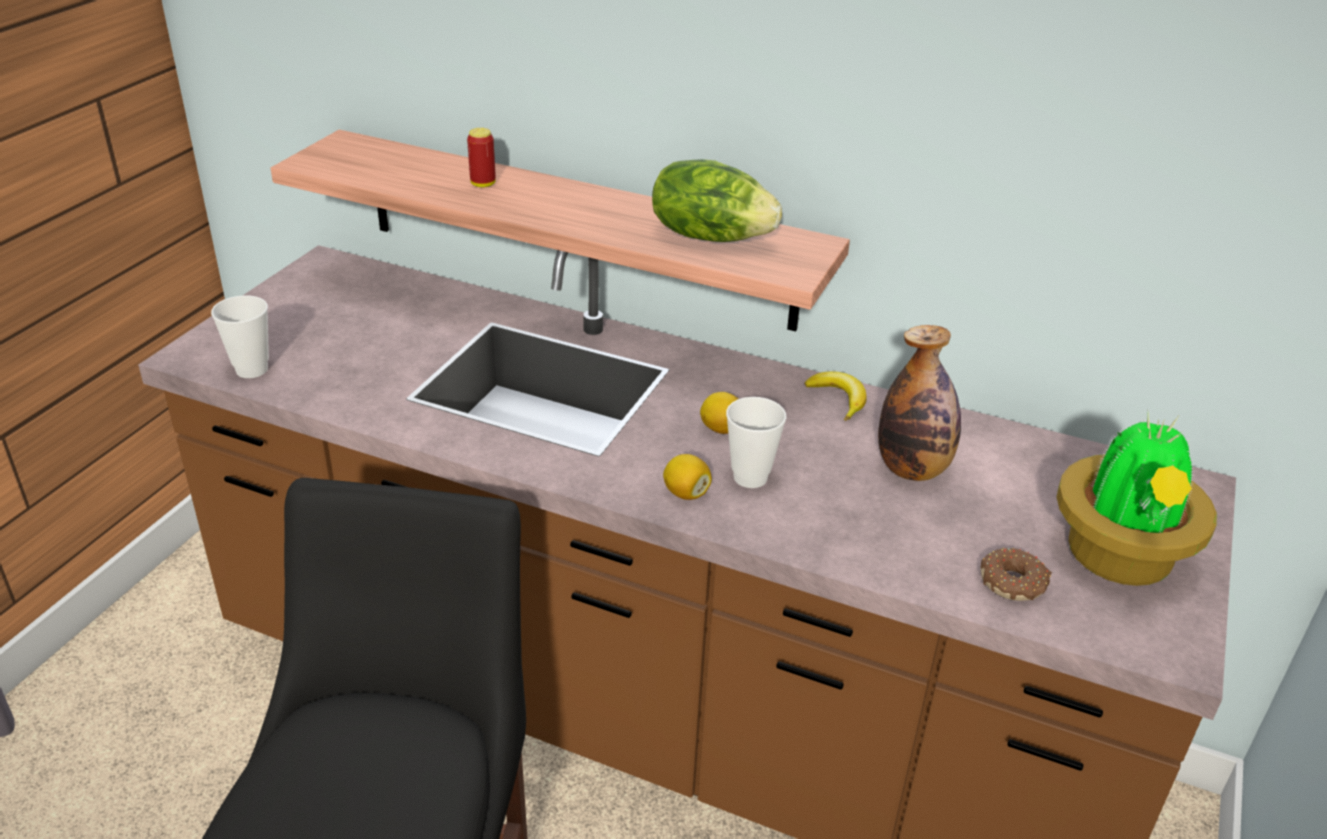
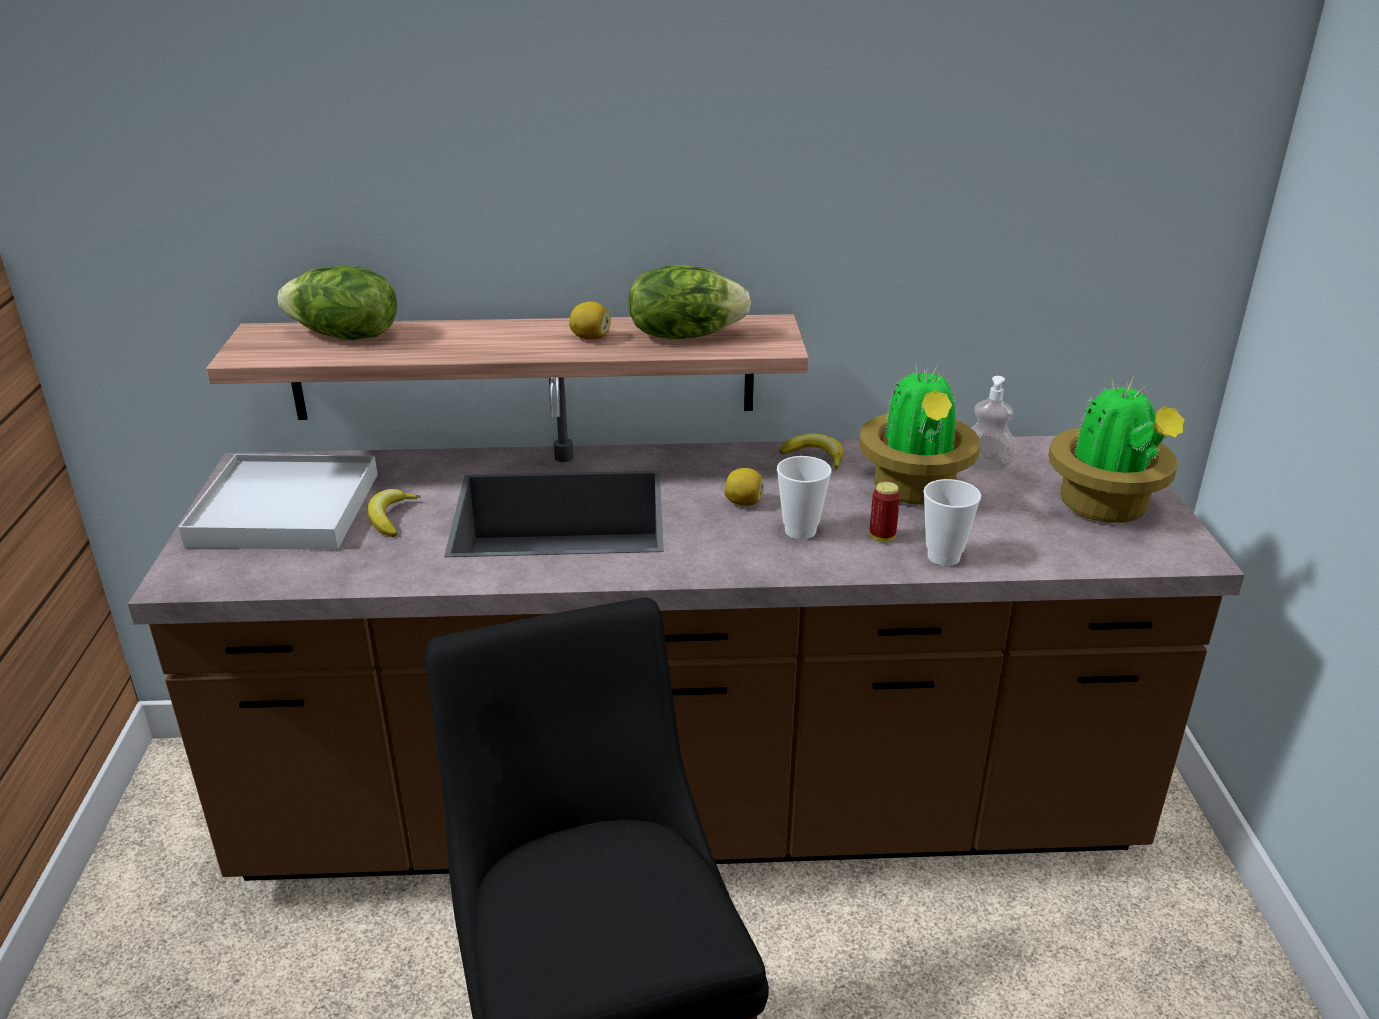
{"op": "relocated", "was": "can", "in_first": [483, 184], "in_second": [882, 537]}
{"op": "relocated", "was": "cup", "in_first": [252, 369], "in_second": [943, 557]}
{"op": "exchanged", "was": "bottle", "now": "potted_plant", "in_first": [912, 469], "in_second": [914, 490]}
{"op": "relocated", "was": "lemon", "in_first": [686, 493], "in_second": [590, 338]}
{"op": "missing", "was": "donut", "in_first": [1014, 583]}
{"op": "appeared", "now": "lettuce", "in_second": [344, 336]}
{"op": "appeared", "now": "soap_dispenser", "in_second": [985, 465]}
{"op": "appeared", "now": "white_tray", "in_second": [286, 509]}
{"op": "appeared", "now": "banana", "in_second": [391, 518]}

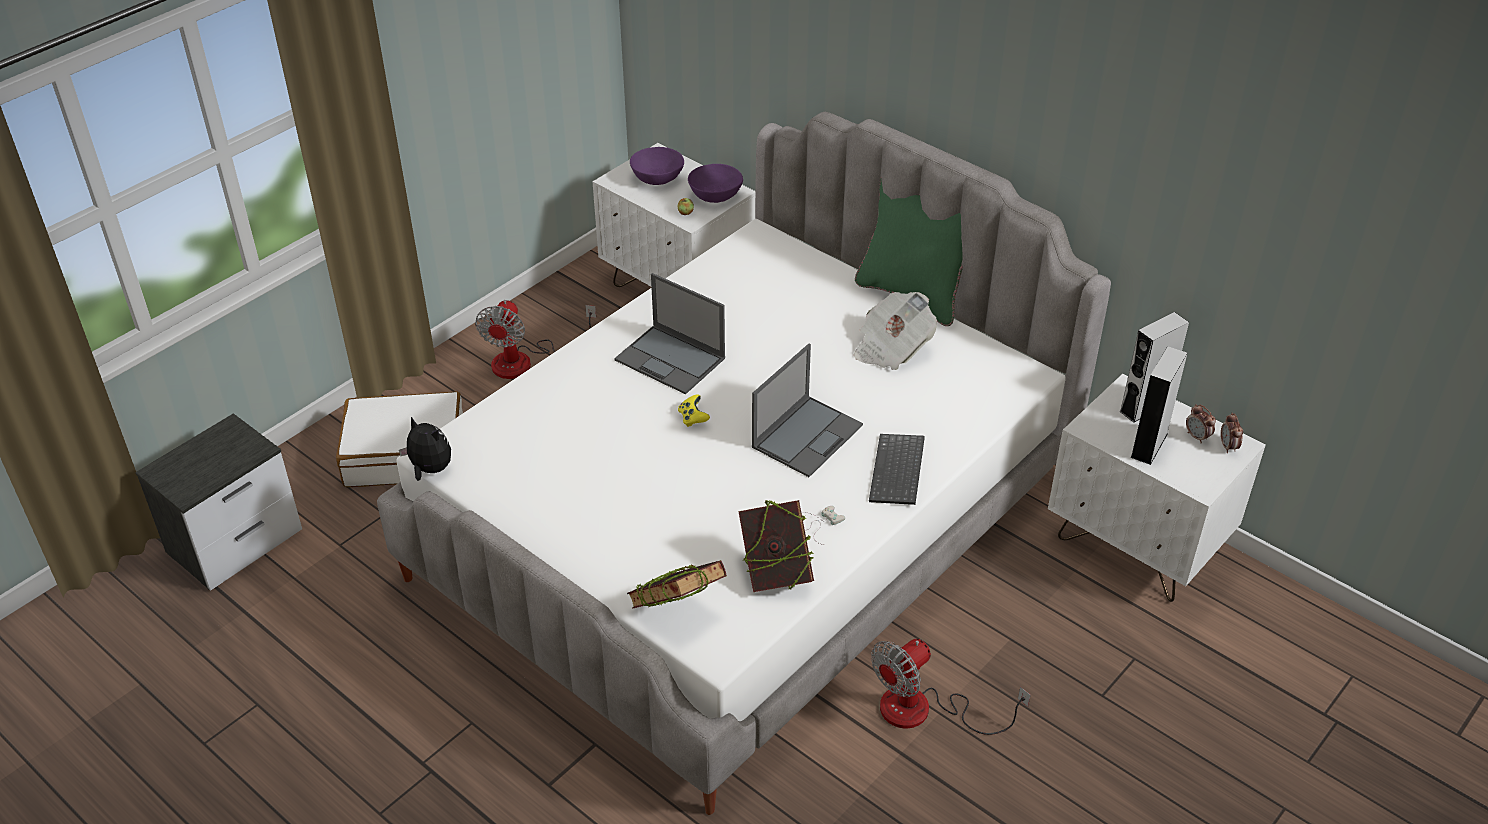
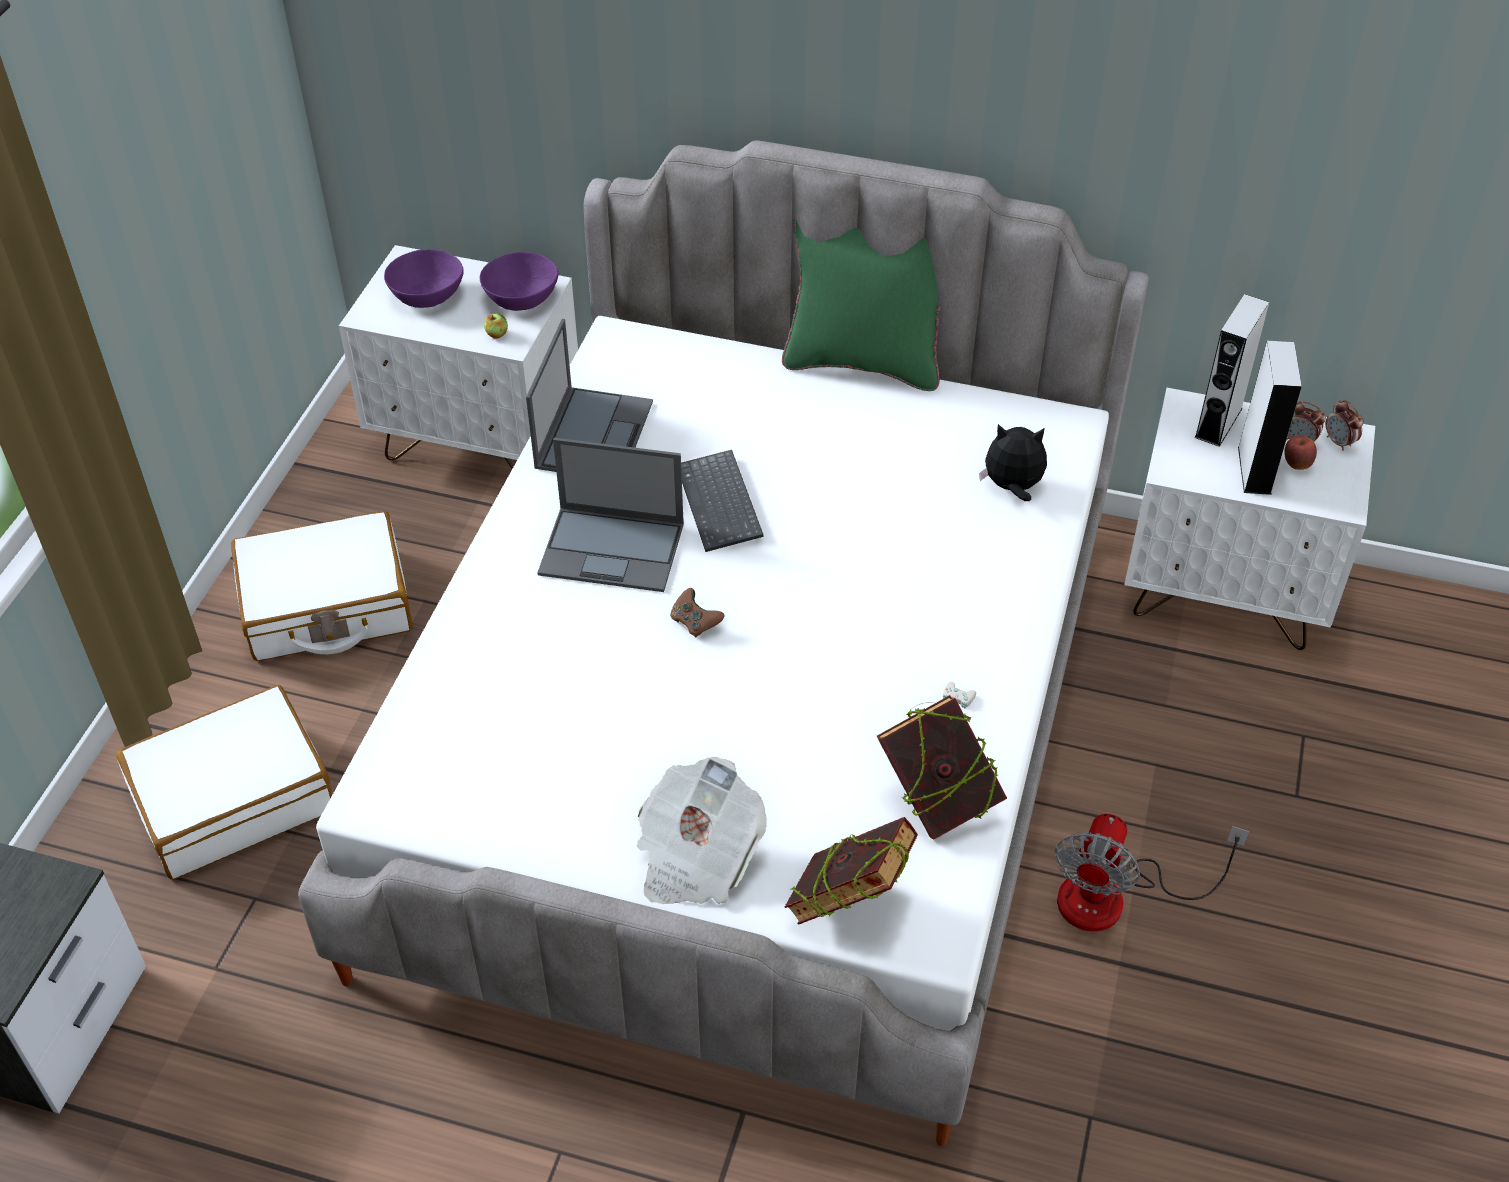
{"op": "relocated", "was": "newspaper", "in_first": [891, 348], "in_second": [696, 856]}
{"op": "exchanged", "was": "fan", "now": "white_suitcase", "in_first": [525, 361], "in_second": [326, 606]}
{"op": "relocated", "was": "laptop", "in_first": [807, 435], "in_second": [594, 433]}
{"op": "colour", "was": "yellow_game_controller", "now": "brown_game_controller", "in_first": [693, 418], "in_second": [695, 622]}
{"op": "relocated", "was": "plush_toy", "in_first": [429, 469], "in_second": [1012, 487]}
{"op": "relocated", "was": "keyboard", "in_first": [898, 472], "in_second": [722, 504]}
{"op": "appeared", "now": "apple", "in_second": [1296, 464]}

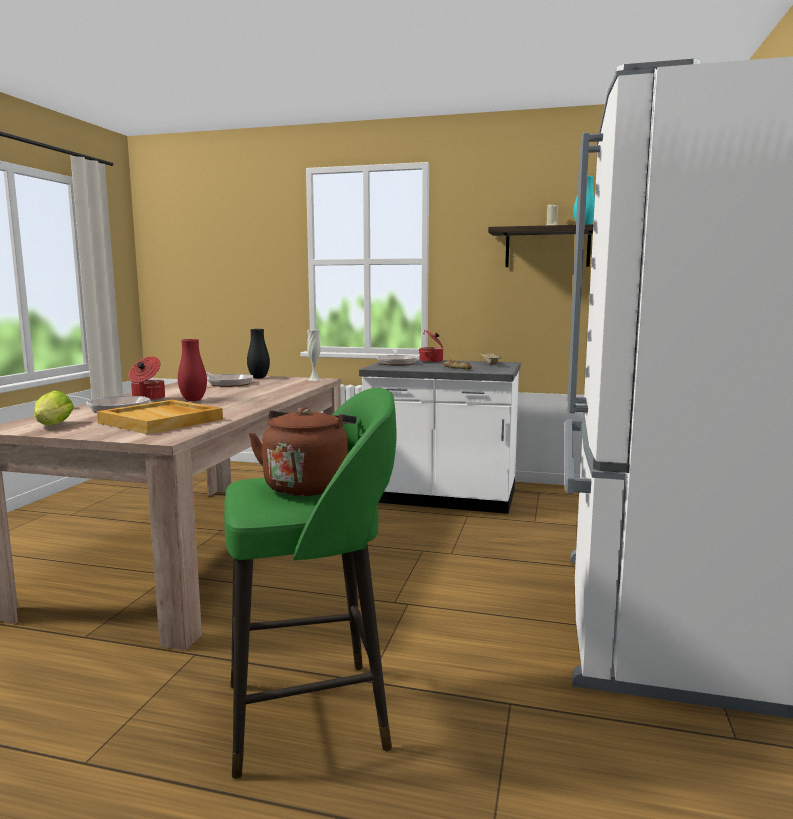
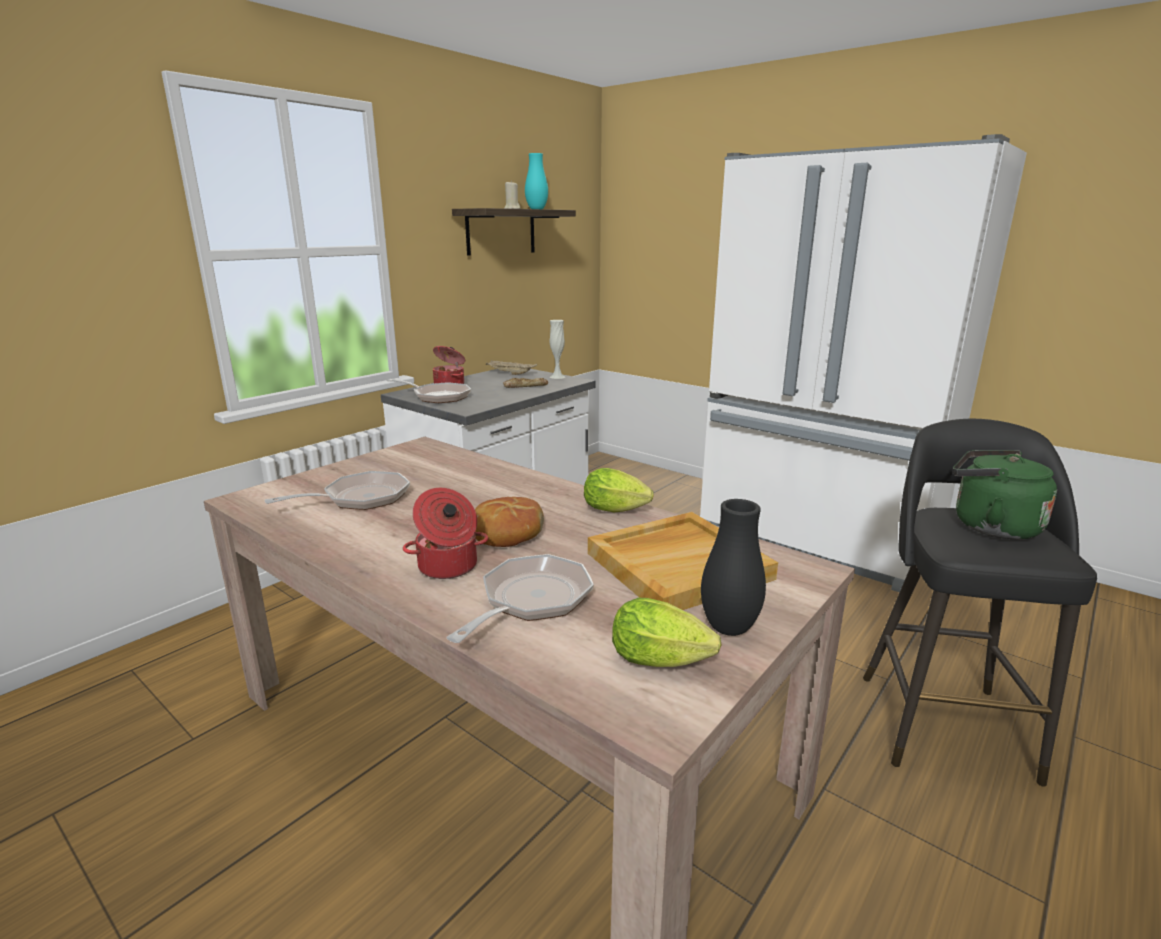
{"op": "relocated", "was": "black_vase", "in_first": [259, 377], "in_second": [729, 628]}
{"op": "relocated", "was": "white_vase", "in_first": [314, 379], "in_second": [557, 377]}
{"op": "exchanged", "was": "red_vase", "now": "bread", "in_first": [193, 400], "in_second": [507, 533]}
{"op": "colour", "was": "green_stool", "now": "black_stool", "in_first": [312, 715], "in_second": [943, 722]}
{"op": "colour", "was": "brown_kettle", "now": "green_kettle", "in_first": [307, 486], "in_second": [989, 526]}
{"op": "appeared", "now": "lettuce", "in_second": [618, 510]}

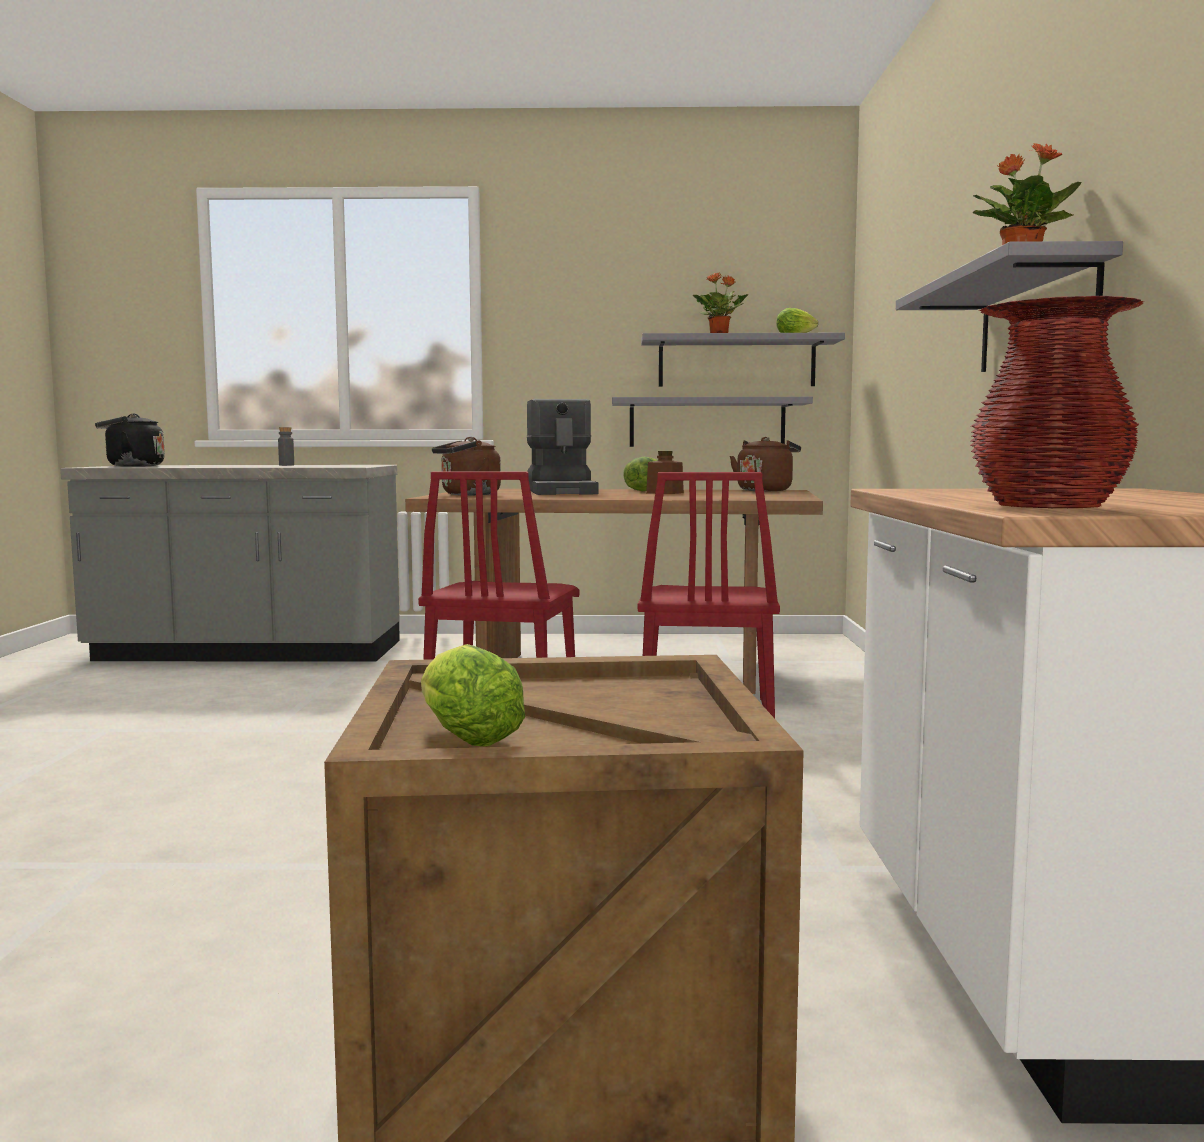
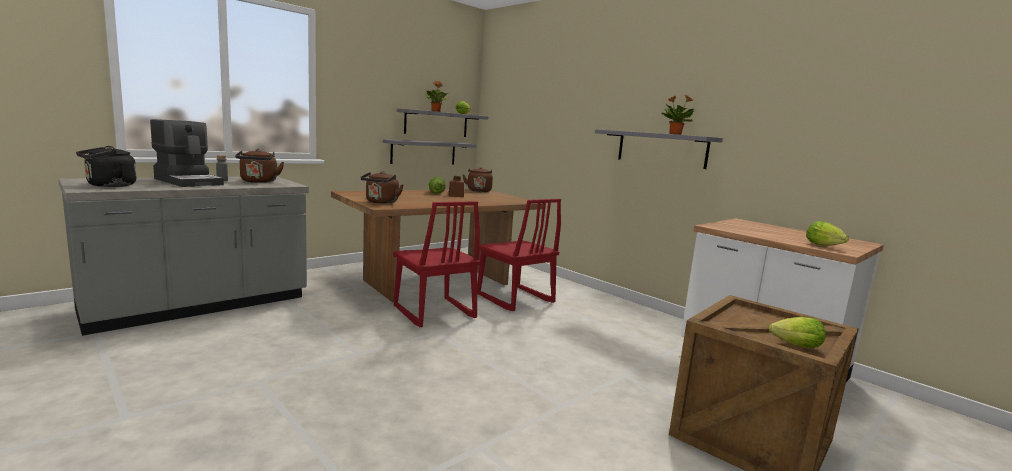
{"op": "exchanged", "was": "red_vase", "now": "lettuce", "in_first": [1048, 507], "in_second": [825, 246]}
{"op": "relocated", "was": "coffee_machine", "in_first": [562, 492], "in_second": [189, 181]}
{"op": "appeared", "now": "brown_kettle", "in_second": [258, 182]}

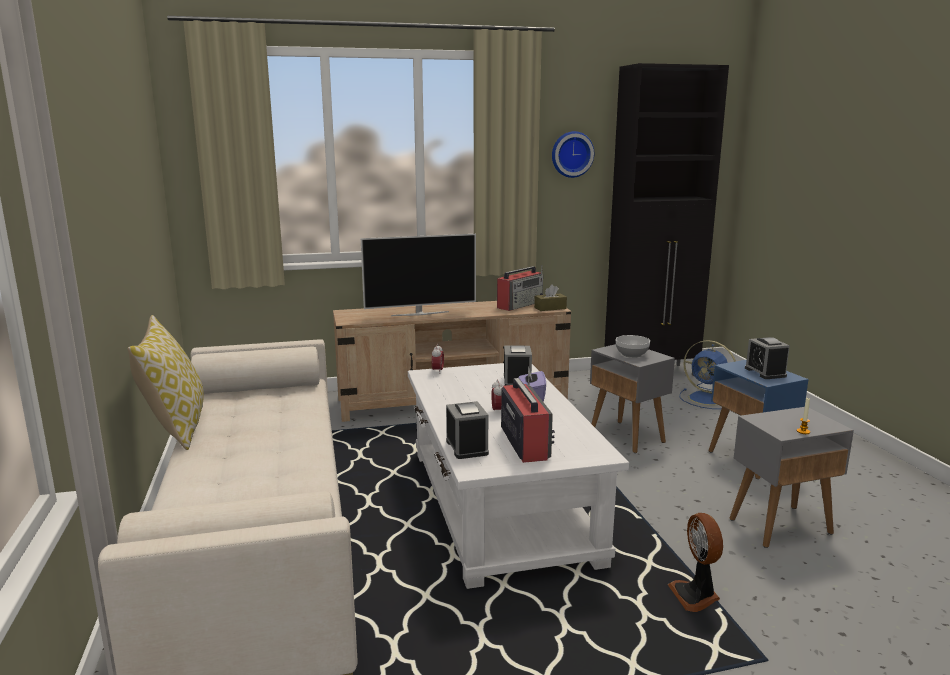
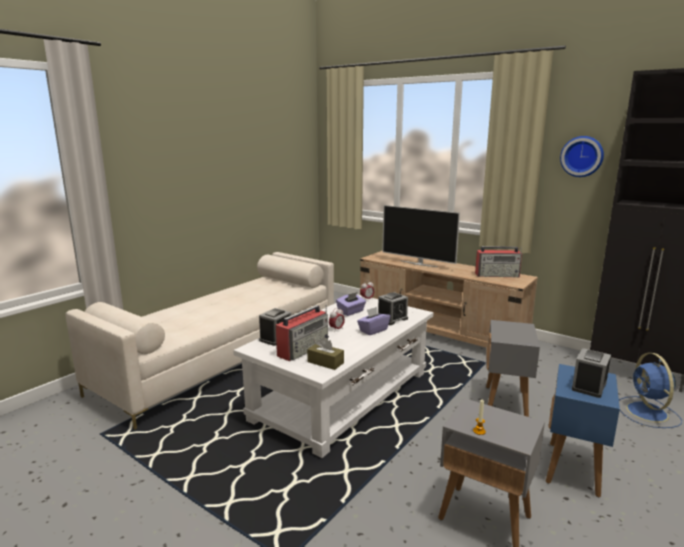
{"op": "relocated", "was": "brown_tissue_box", "in_first": [550, 308], "in_second": [325, 362]}
{"op": "missing", "was": "pillow", "in_first": [175, 428]}
{"op": "missing", "was": "bowl", "in_first": [632, 354]}
{"op": "missing", "was": "fan", "in_first": [695, 596]}
{"op": "appeared", "now": "purple_tissue_box", "in_second": [351, 312]}

